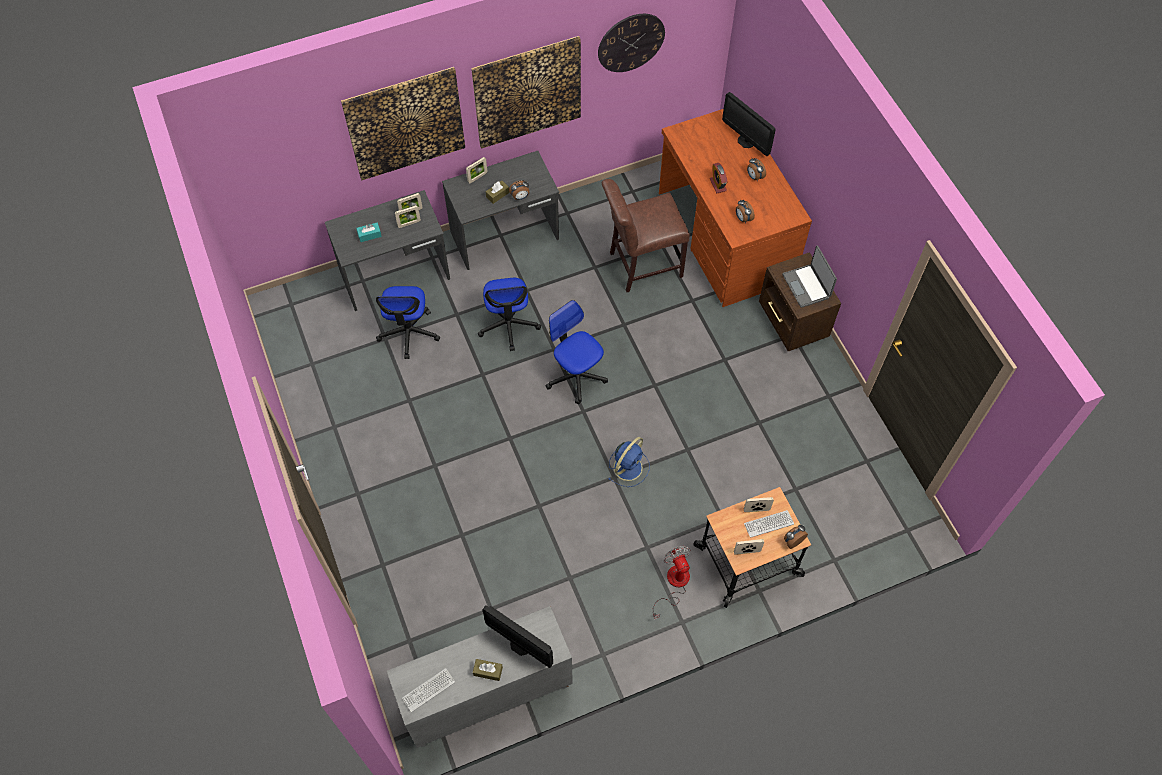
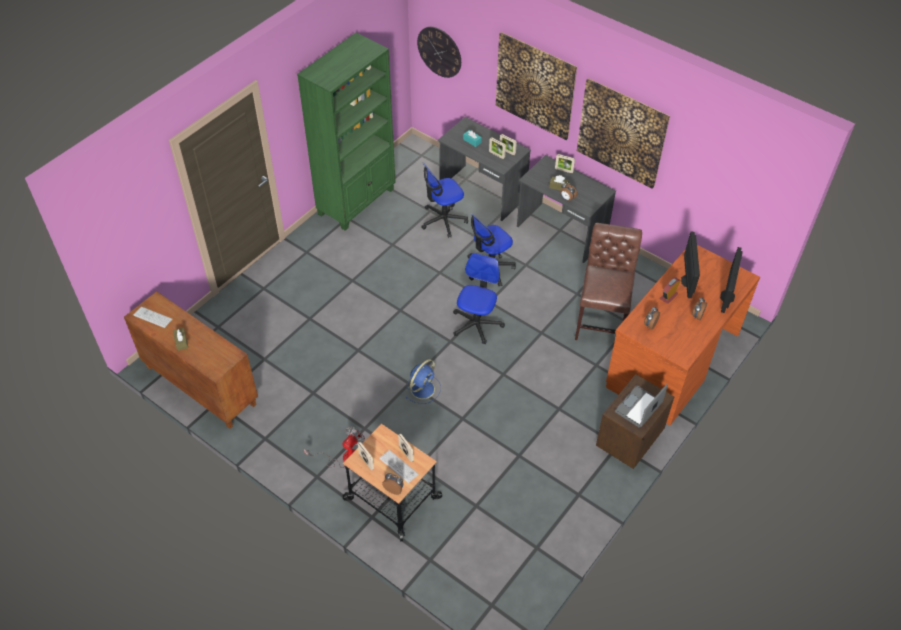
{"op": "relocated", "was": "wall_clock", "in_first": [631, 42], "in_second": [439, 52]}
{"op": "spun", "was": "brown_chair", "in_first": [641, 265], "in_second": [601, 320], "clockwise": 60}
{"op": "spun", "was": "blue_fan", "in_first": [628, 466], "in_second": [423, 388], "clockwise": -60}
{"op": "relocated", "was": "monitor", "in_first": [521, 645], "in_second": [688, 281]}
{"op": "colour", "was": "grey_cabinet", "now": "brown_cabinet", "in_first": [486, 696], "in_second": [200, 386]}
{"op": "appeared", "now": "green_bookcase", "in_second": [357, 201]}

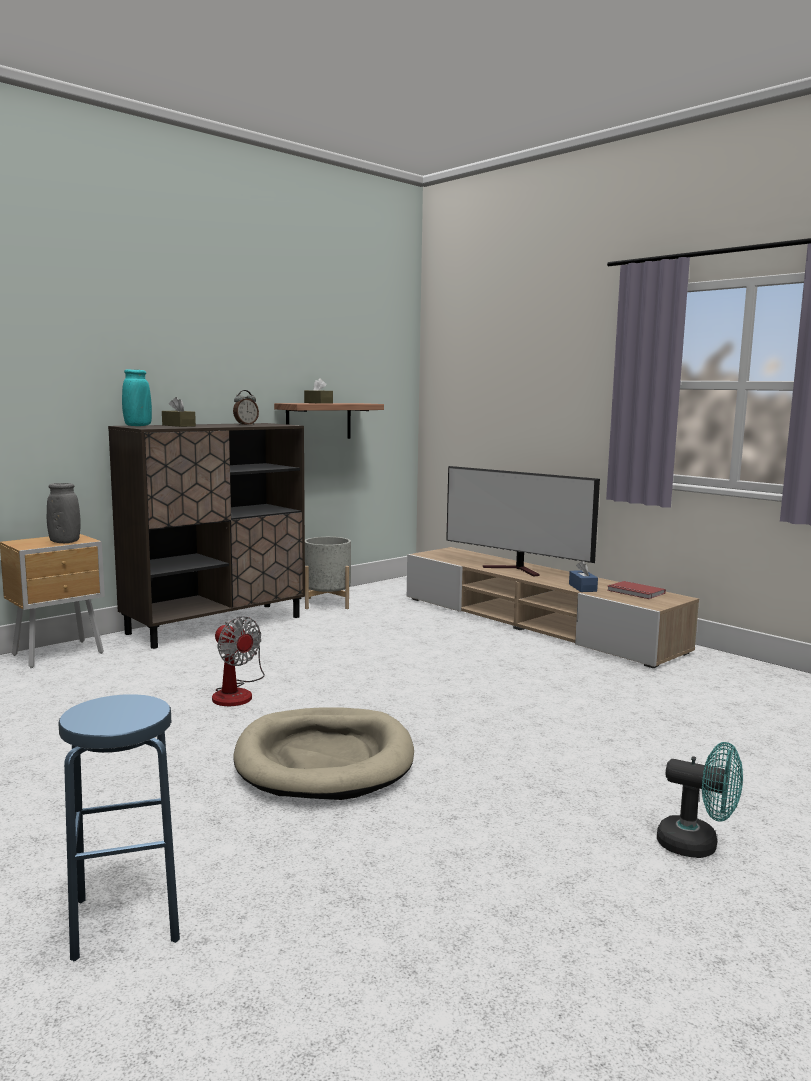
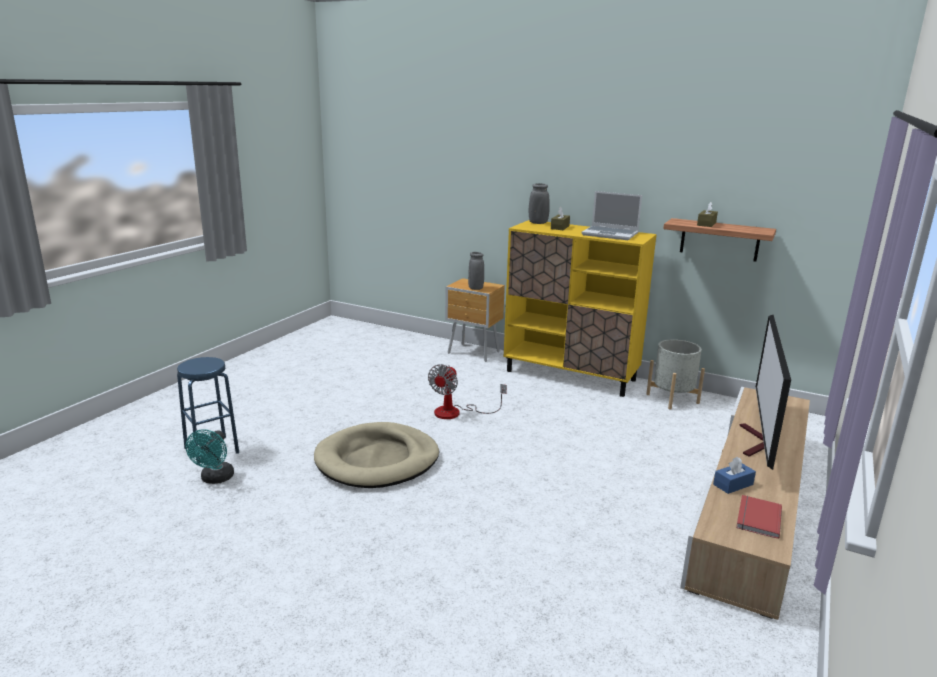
{"op": "colour", "was": "turquoise_vase", "now": "grey_vase", "in_first": [138, 426], "in_second": [538, 223]}
{"op": "exchanged", "was": "alarm_clock", "now": "laptop", "in_first": [245, 424], "in_second": [611, 234]}
{"op": "colour", "was": "brown_cabinet", "now": "yellow_cabinet", "in_first": [216, 625], "in_second": [571, 376]}
{"op": "relocated", "was": "turquoise_fan", "in_first": [697, 846], "in_second": [215, 479]}

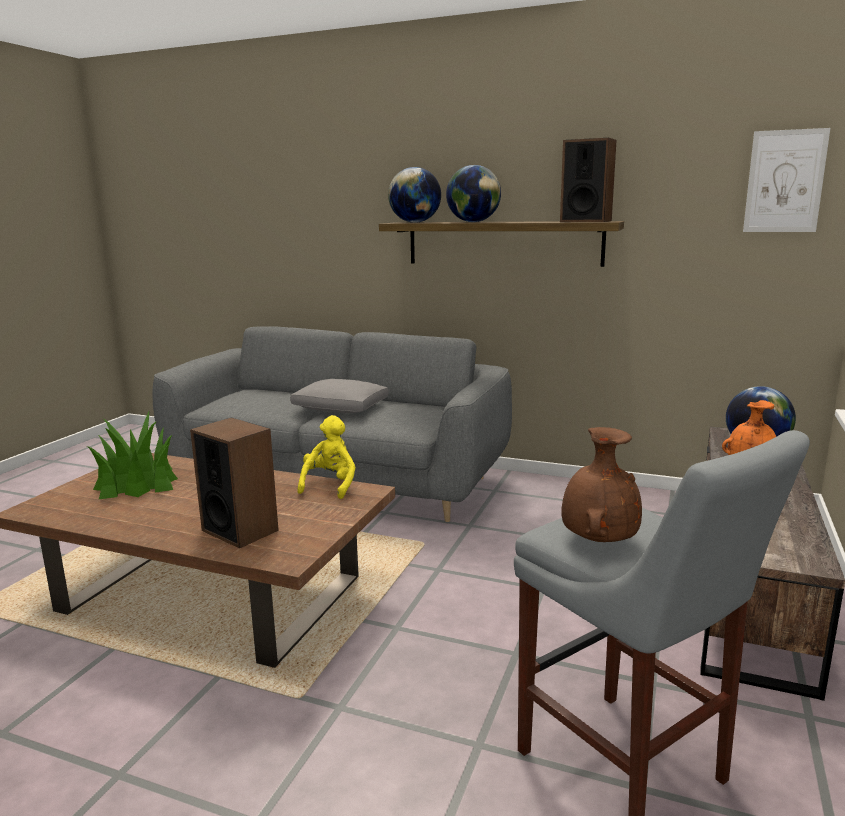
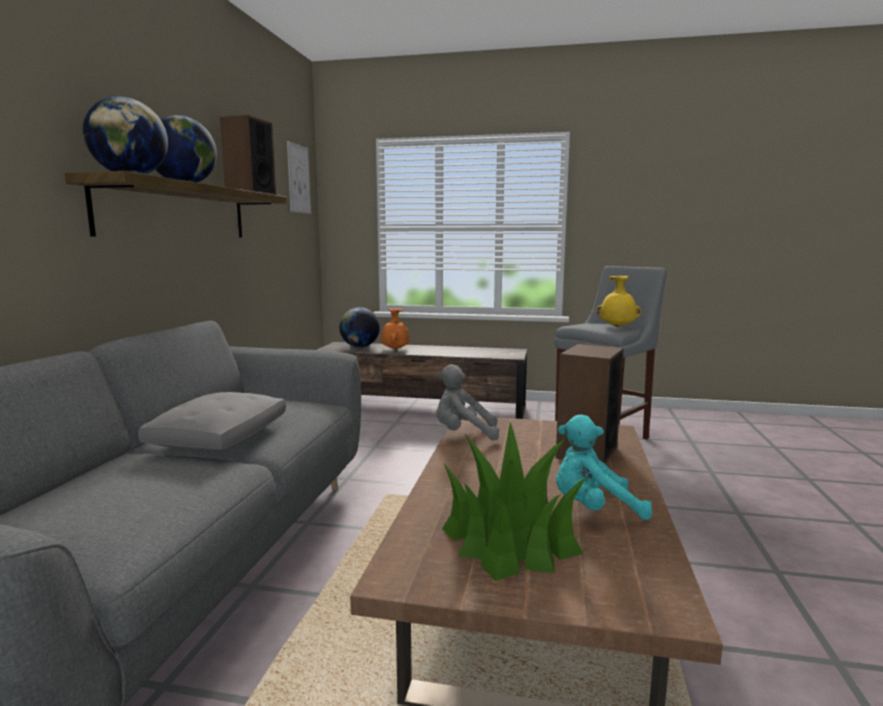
{"op": "colour", "was": "yellow_plush_toy", "now": "grey_plush_toy", "in_first": [330, 485], "in_second": [463, 434]}
{"op": "colour", "was": "brown_vase", "now": "yellow_vase", "in_first": [597, 540], "in_second": [617, 327]}
{"op": "appeared", "now": "turquoise_plush_toy", "in_second": [593, 509]}

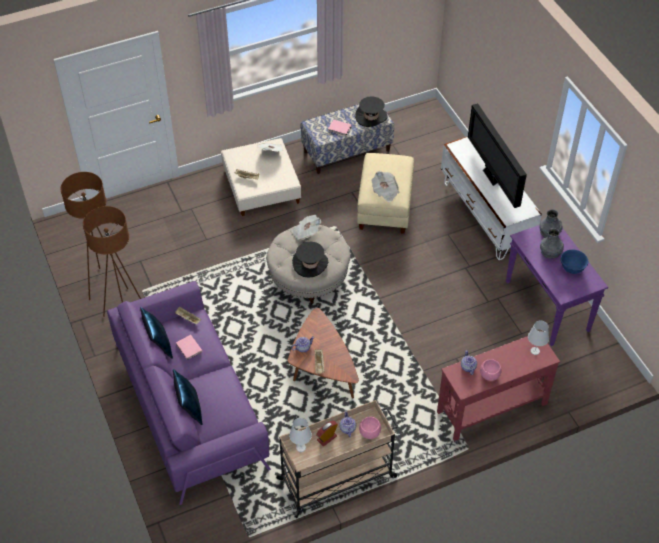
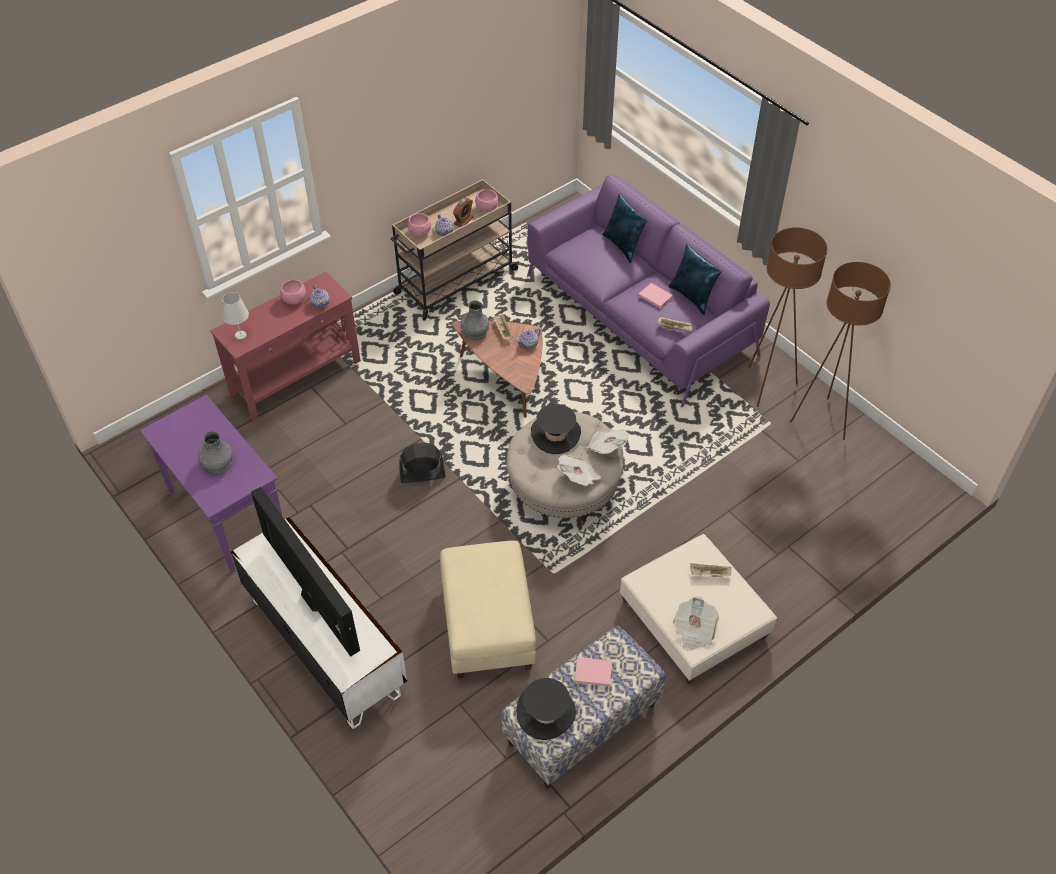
{"op": "relocated", "was": "newspaper", "in_first": [385, 192], "in_second": [607, 447]}
{"op": "relocated", "was": "grey_vase", "in_first": [549, 232], "in_second": [475, 332]}
{"op": "missing", "was": "blue_bowl", "in_first": [572, 268]}
{"op": "exchanged", "was": "white_table_lamp", "now": "pink_bowl", "in_first": [301, 447], "in_second": [487, 208]}
{"op": "appeared", "now": "black_fan", "in_second": [422, 474]}

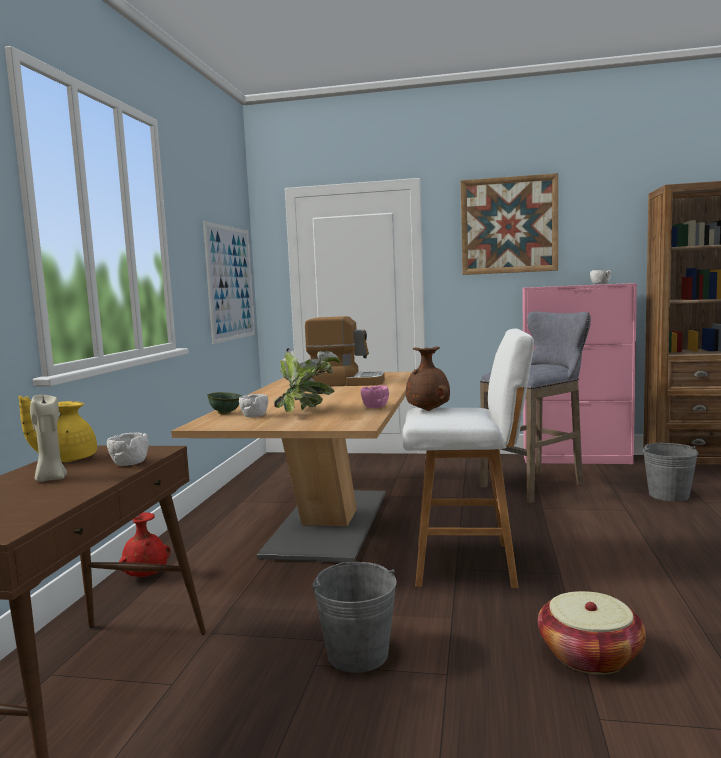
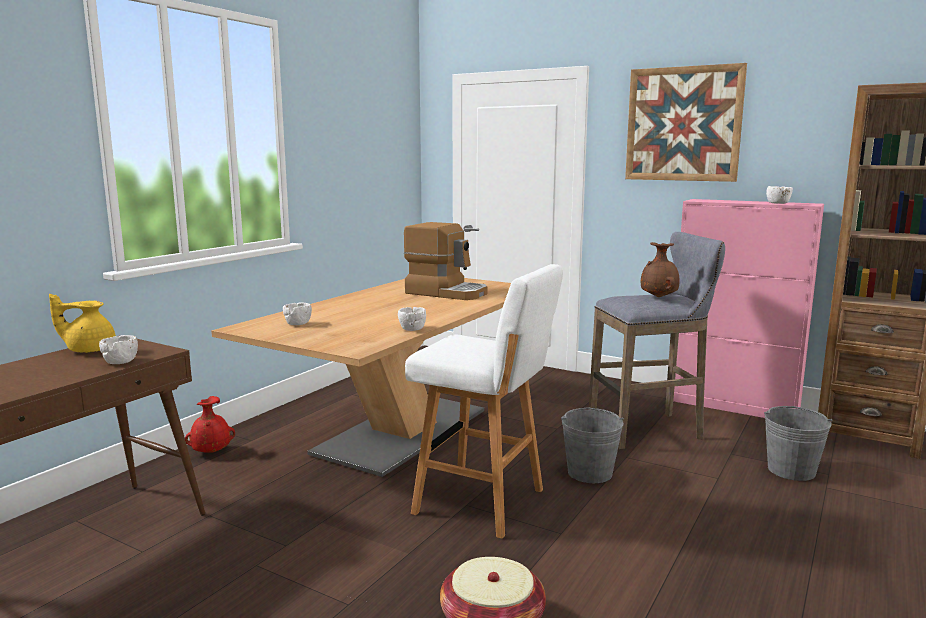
{"op": "missing", "was": "picture", "in_first": [230, 283]}
{"op": "relocated", "was": "brown_vase", "in_first": [428, 410], "in_second": [659, 297]}
{"op": "missing", "was": "potted_plant", "in_first": [307, 411]}
{"op": "colour", "was": "pink_bowl", "now": "white_bowl", "in_first": [375, 407], "in_second": [412, 329]}
{"op": "missing", "was": "green_bowl", "in_first": [225, 413]}
{"op": "missing", "was": "beige_candle", "in_first": [51, 479]}
{"op": "relocated", "was": "grey_bucket", "in_first": [358, 654], "in_second": [590, 473]}

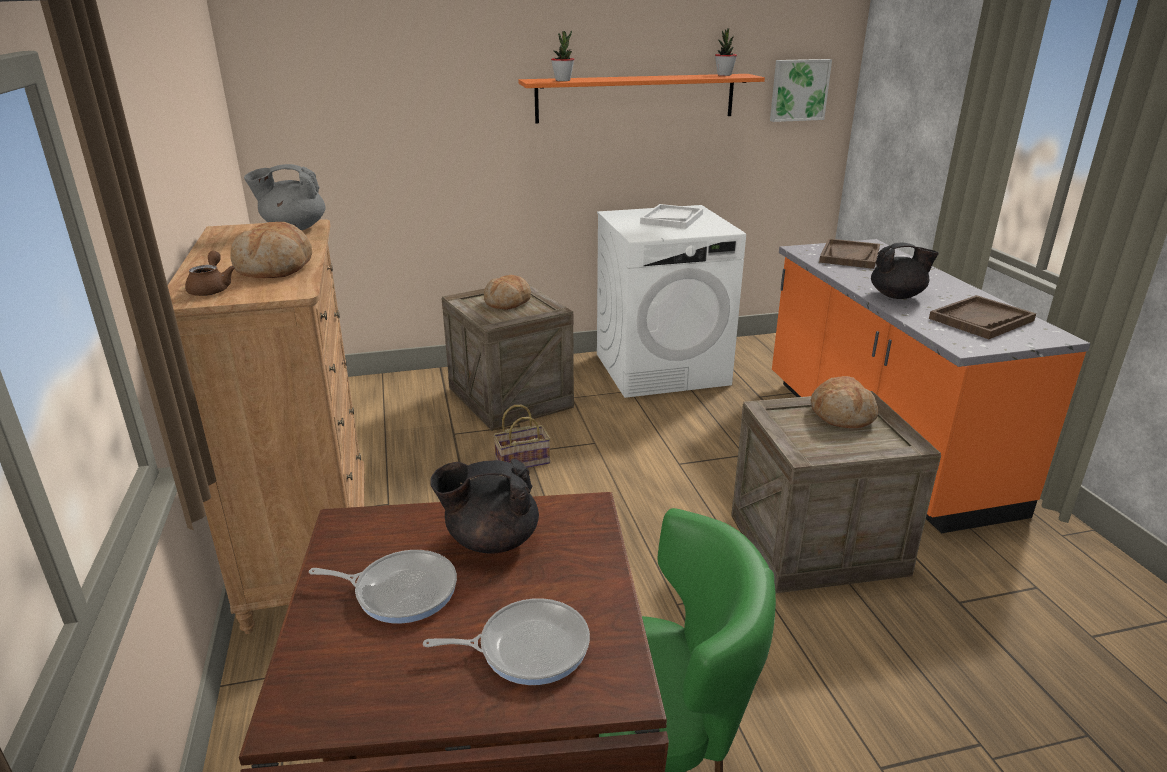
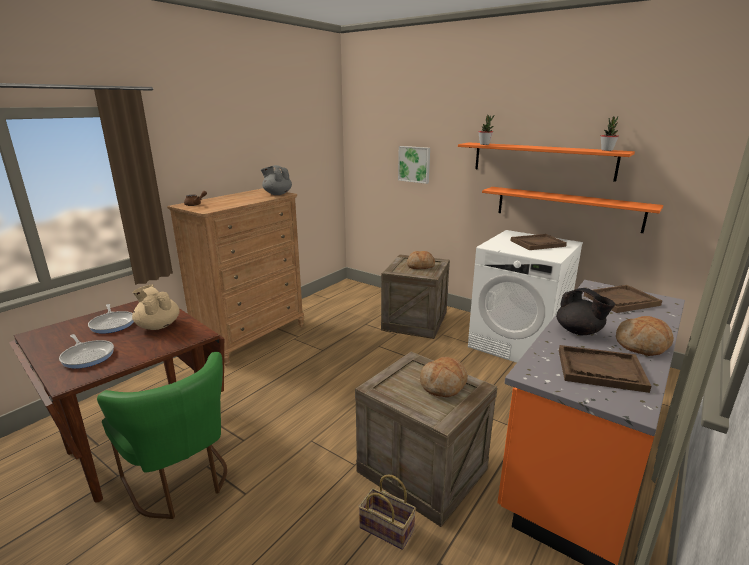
{"op": "relocated", "was": "picture", "in_first": [798, 90], "in_second": [414, 164]}
{"op": "colour", "was": "white_tray", "now": "brown_tray", "in_first": [672, 218], "in_second": [537, 243]}
{"op": "relocated", "was": "bread", "in_first": [275, 268], "in_second": [642, 345]}
{"op": "relocated", "was": "basket", "in_first": [523, 460], "in_second": [388, 528]}
{"op": "colour", "was": "black_teapot", "now": "beige_teapot", "in_first": [491, 540], "in_second": [158, 325]}
{"op": "appeared", "now": "orange_shelf", "in_second": [567, 208]}

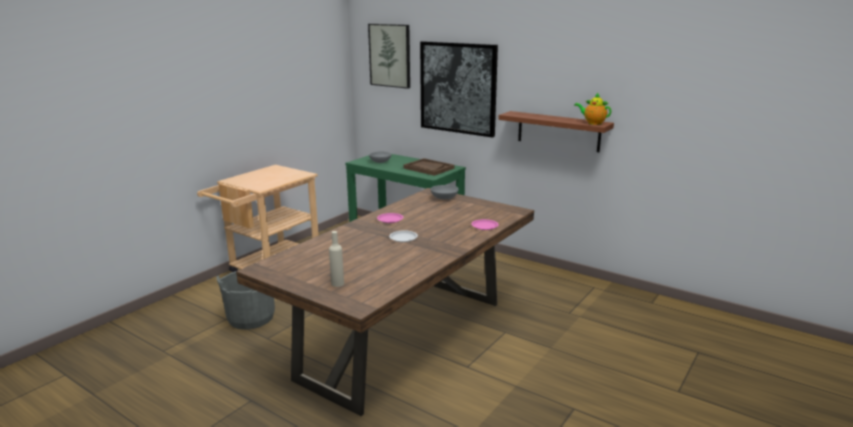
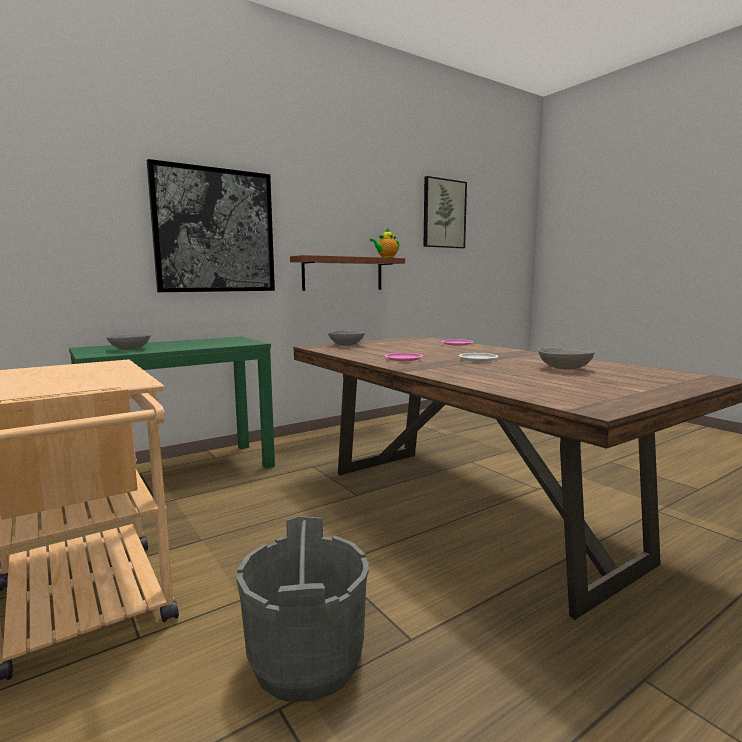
{"op": "relocated", "was": "picture", "in_first": [390, 55], "in_second": [444, 214]}
{"op": "missing", "was": "brown_tray", "in_first": [428, 168]}
{"op": "missing", "was": "beige_bottle", "in_first": [337, 283]}
{"op": "appeared", "now": "grey_bowl", "in_second": [564, 369]}

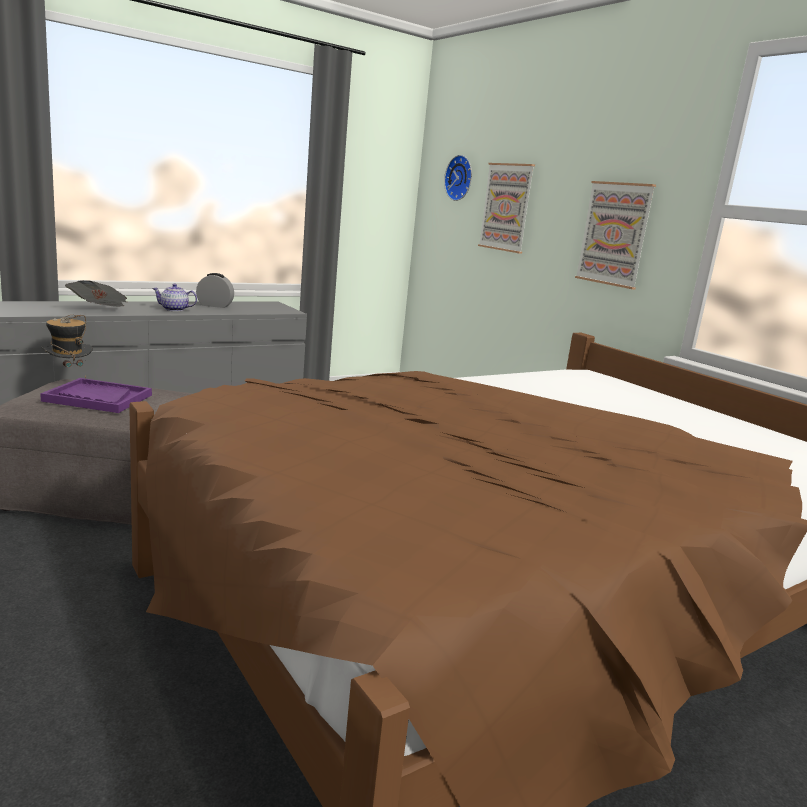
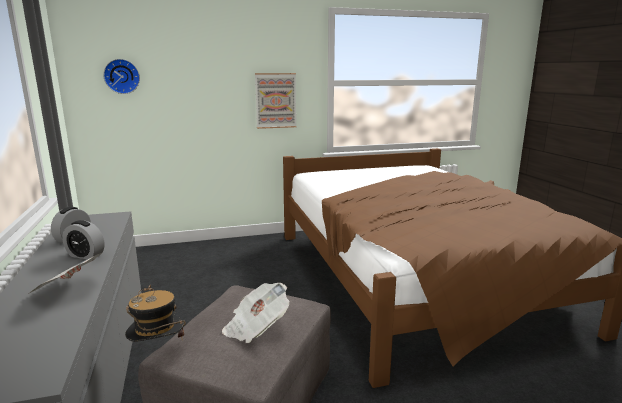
{"op": "missing", "was": "picture", "in_first": [506, 207]}
{"op": "exchanged", "was": "teapot", "now": "alarm_clock", "in_first": [174, 309], "in_second": [85, 255]}
{"op": "exchanged", "was": "purple_tray", "now": "newspaper", "in_first": [98, 398], "in_second": [256, 327]}

